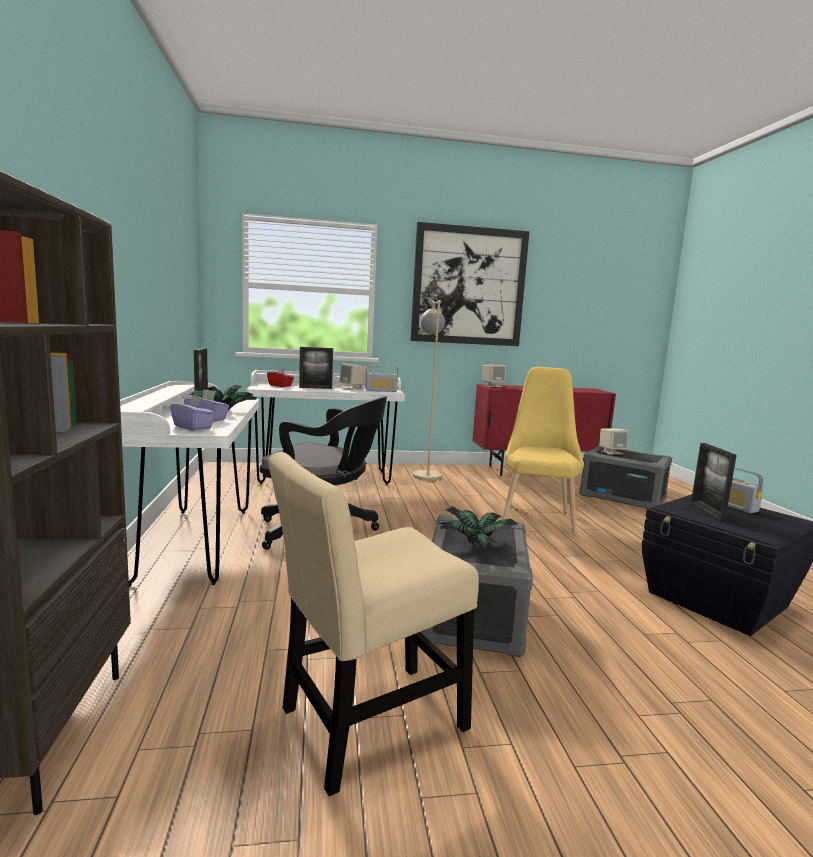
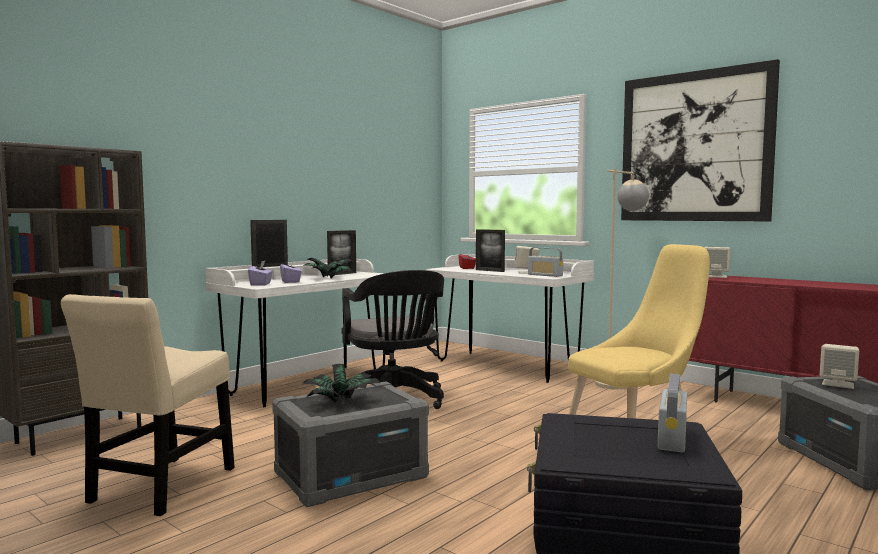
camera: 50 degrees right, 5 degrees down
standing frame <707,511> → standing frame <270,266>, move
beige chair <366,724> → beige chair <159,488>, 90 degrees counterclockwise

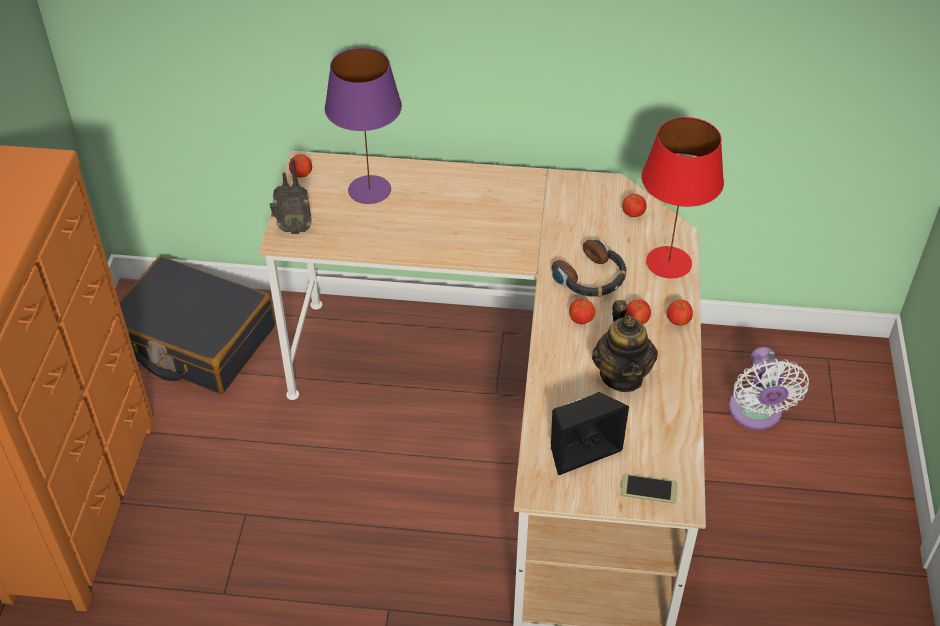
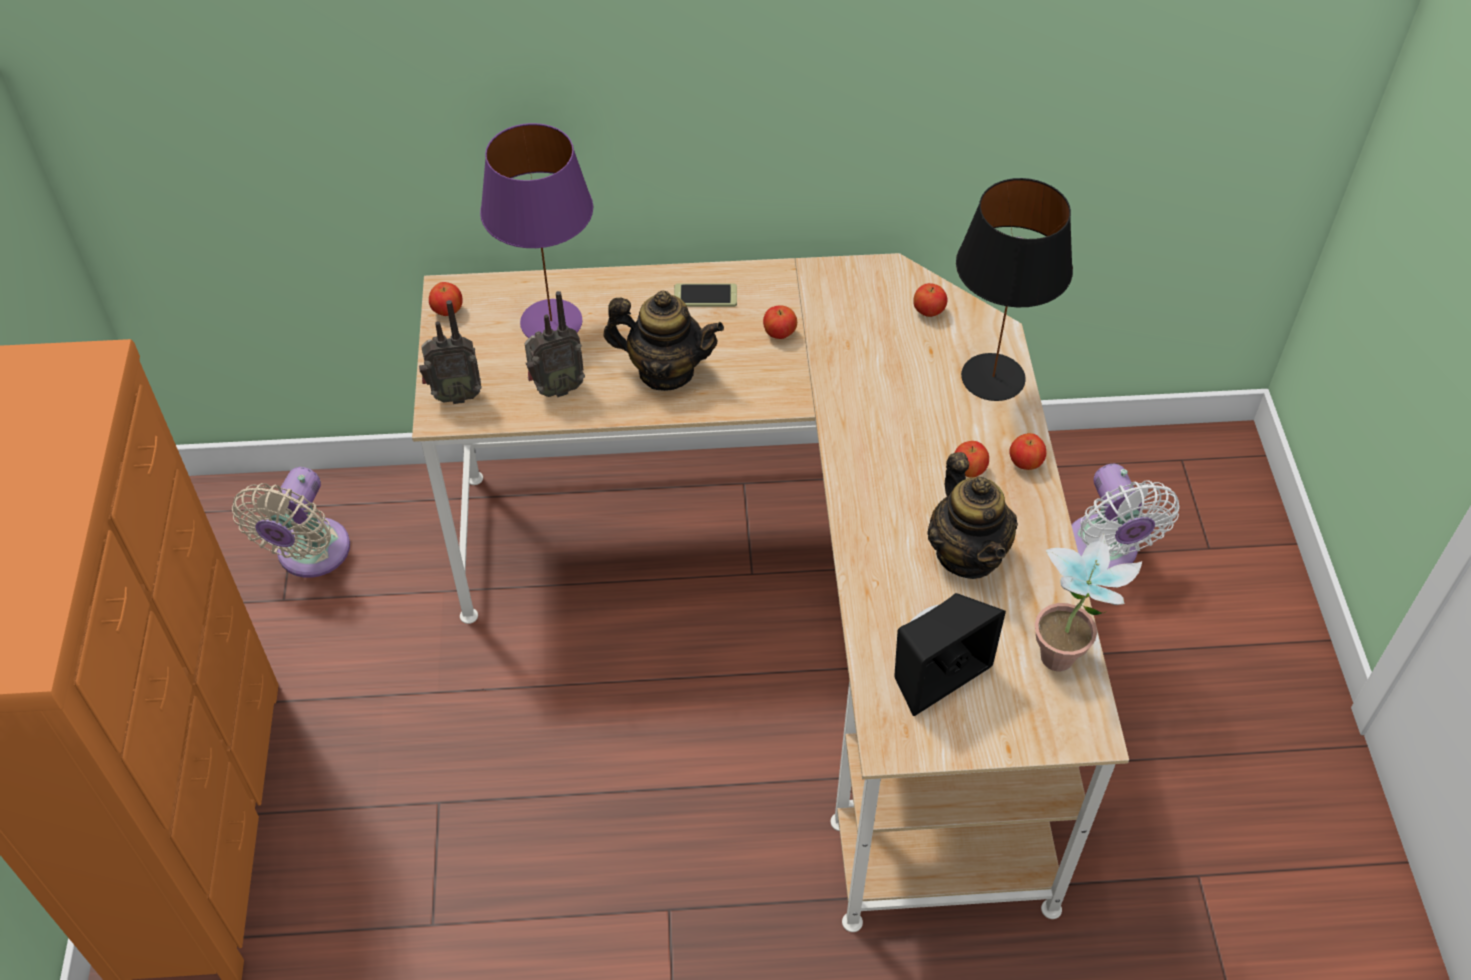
camera: 10 degrees left, 5 degrees up
pair of headphones <591,278> → -
- → radio <556,388>
- → teapot <665,371>
- → plant in a pot <1067,651>
apple fruit <581,320> → apple fruit <779,334>, move
handset <648,489> → handset <705,296>, move
blackish piece of luggage <193,340> → beige electric fan <310,555>
red-coloured table lamp <669,263> → blackish table lamp <993,378>

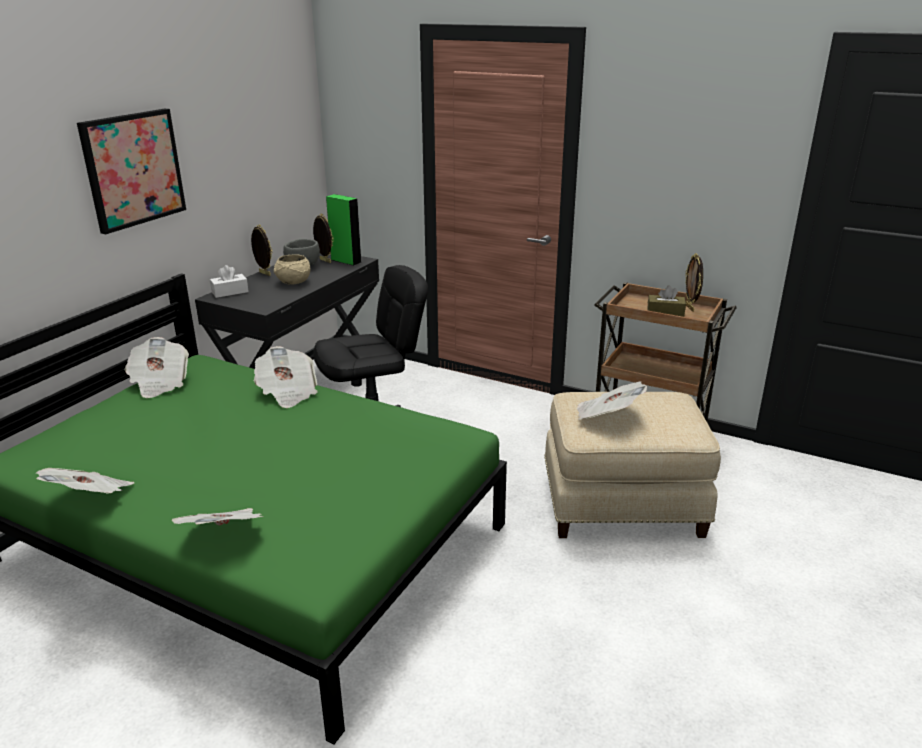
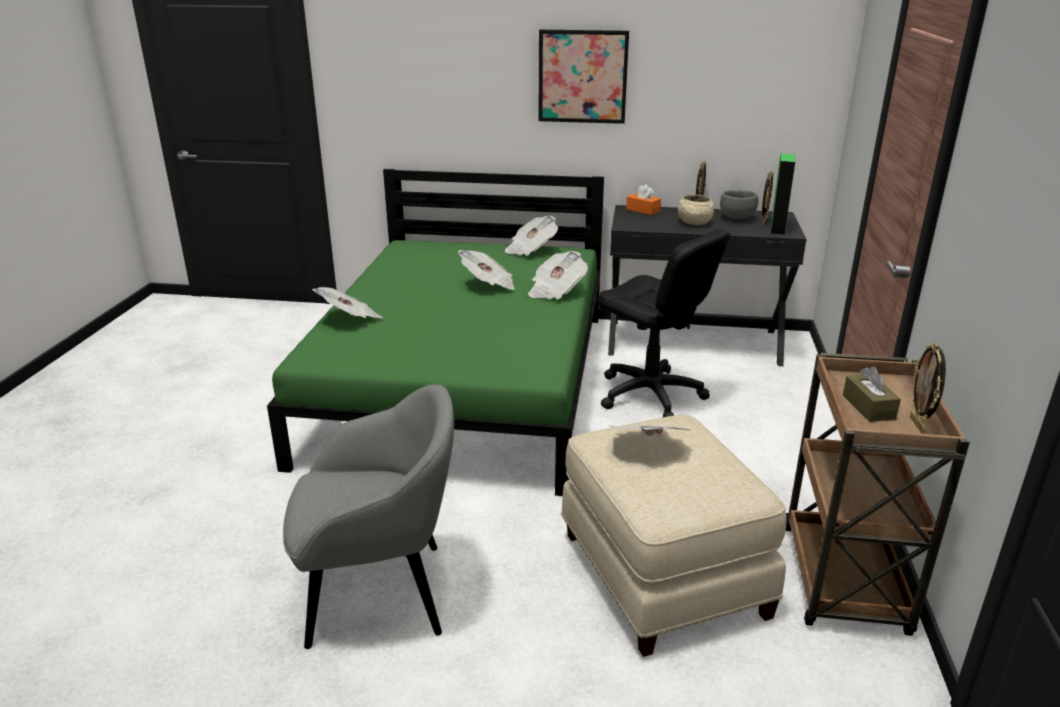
camera: 70 degrees right, 0 degrees up
- → gray armchair <381,593>
printed paper <91,498> → printed paper <488,284>, move
white-coloured tissue holder <230,292> → orange-coloured tissue holder <643,210>
standing frame <690,308> → standing frame <918,425>, 60 degrees counterclockwise

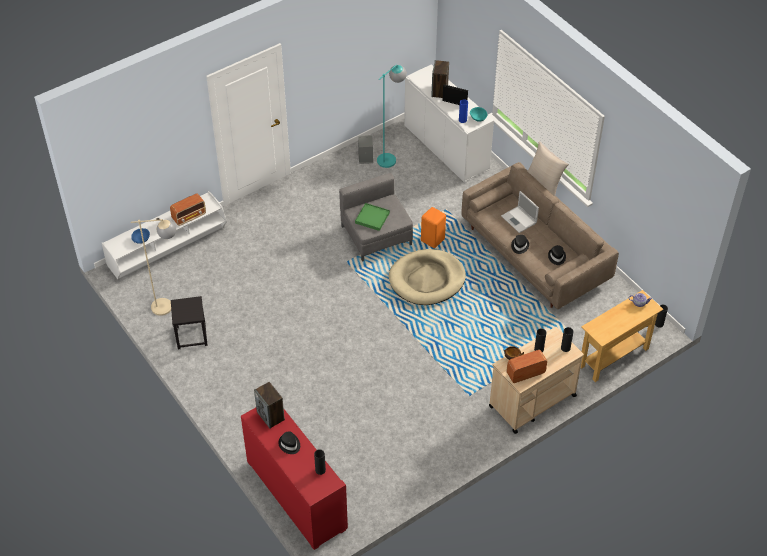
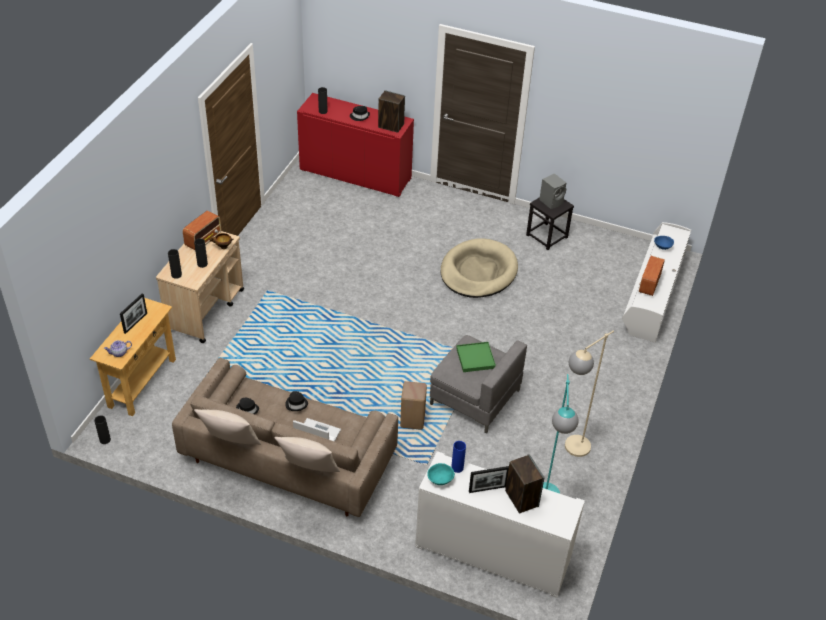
camera: 145 degrees right, 5 degrees down
- → standing frame <135,323>
- → beige throw pillow <230,444>
beige standard lamp <169,306> → beige standard lamp <571,451>, move
gray audio speaker <365,158> → gray audio speaker <551,201>, move
beige dog cushion <427,279> → beige dog cushion <478,272>, move
orange-coloured stool seat <433,240> → beige stool seat <411,421>

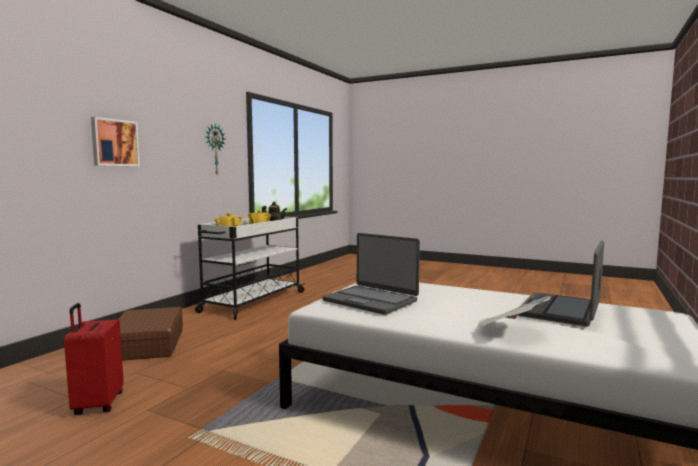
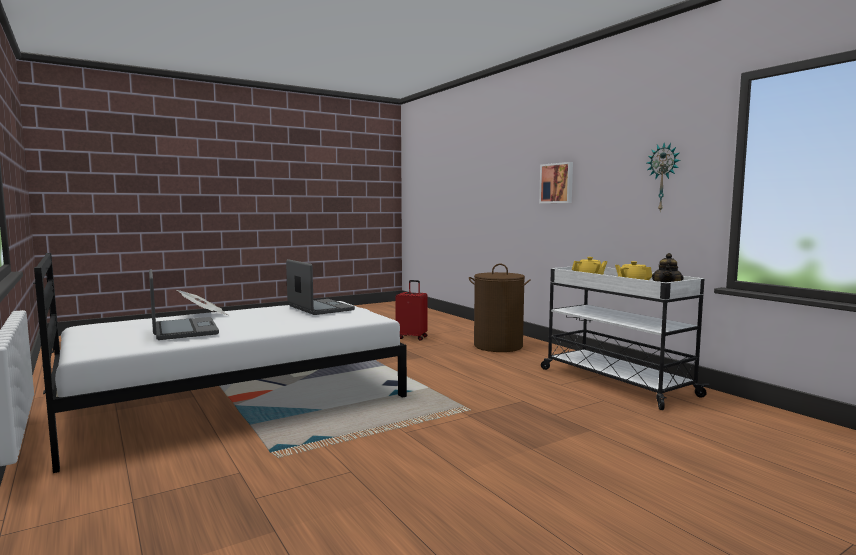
camera: 120 degrees right, 0 degrees up
brownish piece of luggage <147,345> → brownish hamper <498,346>
laptop <371,300> → laptop <319,308>, 75 degrees clockwise

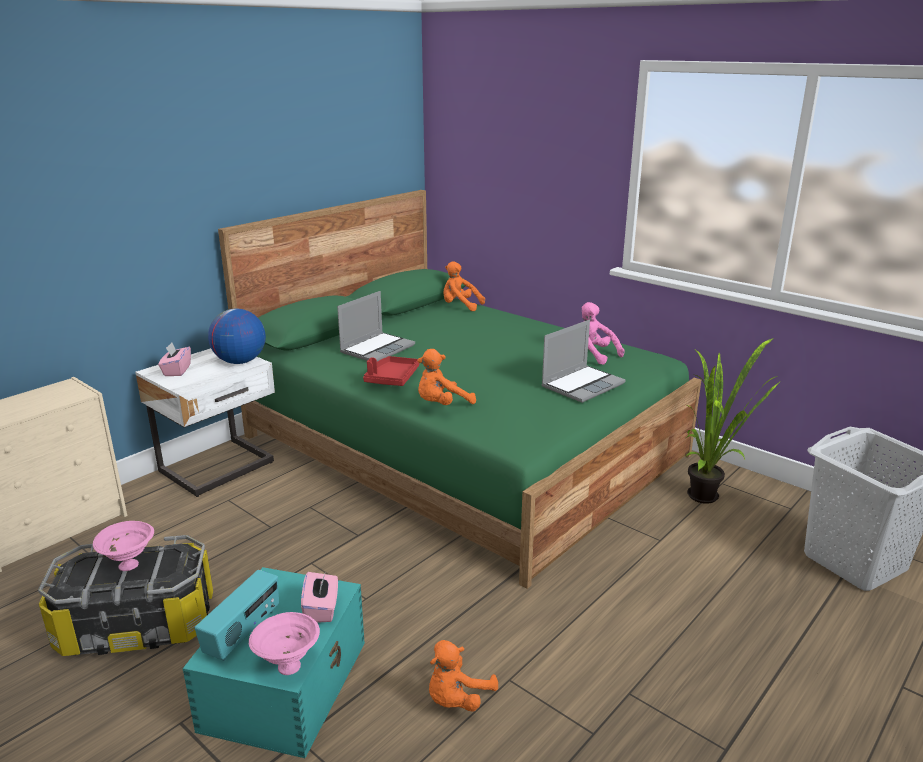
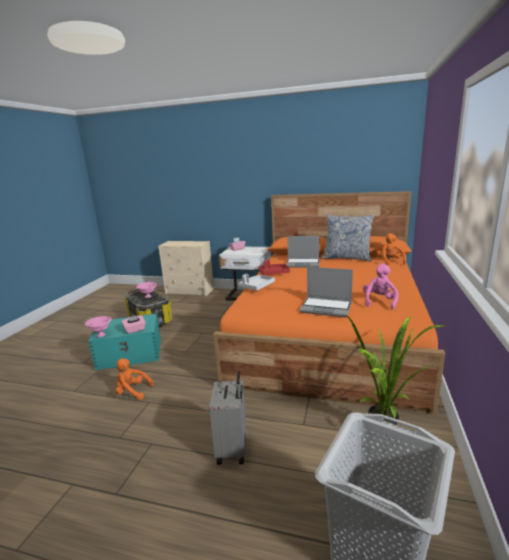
camera: 65 degrees right, 5 degrees down
radio <243,633> → -
world globe <239,362> → -
- → gray piece of luggage <233,449>
- → throw pillow <347,258>
orange-coloured soft toy <442,405> → gray serving tray <256,287>
green bedroom bed <462,445> → orange-coloured bedroom bed <330,333>

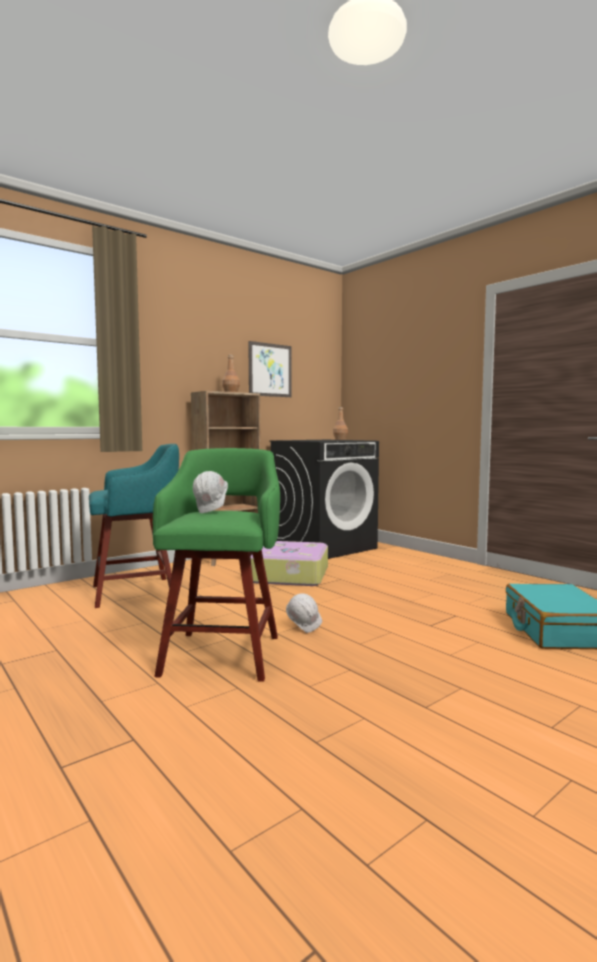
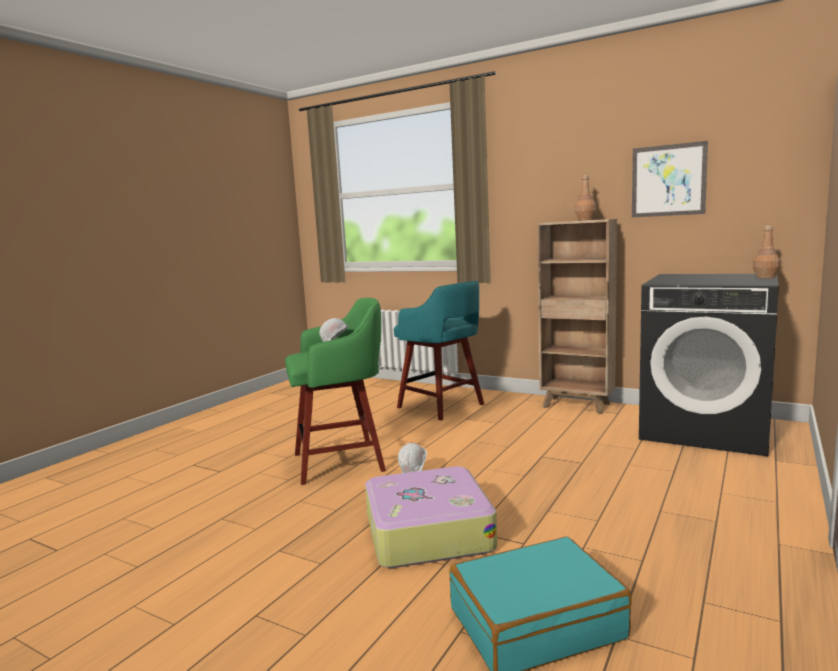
camera: 70 degrees right, 5 degrees up
piece of luggage <288,575> → piece of luggage <427,532>, move

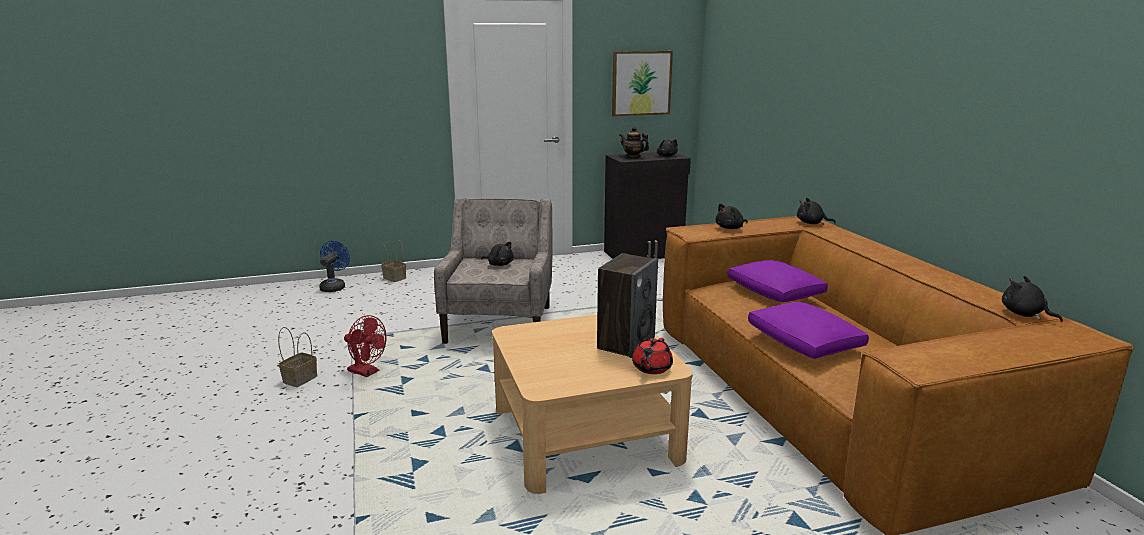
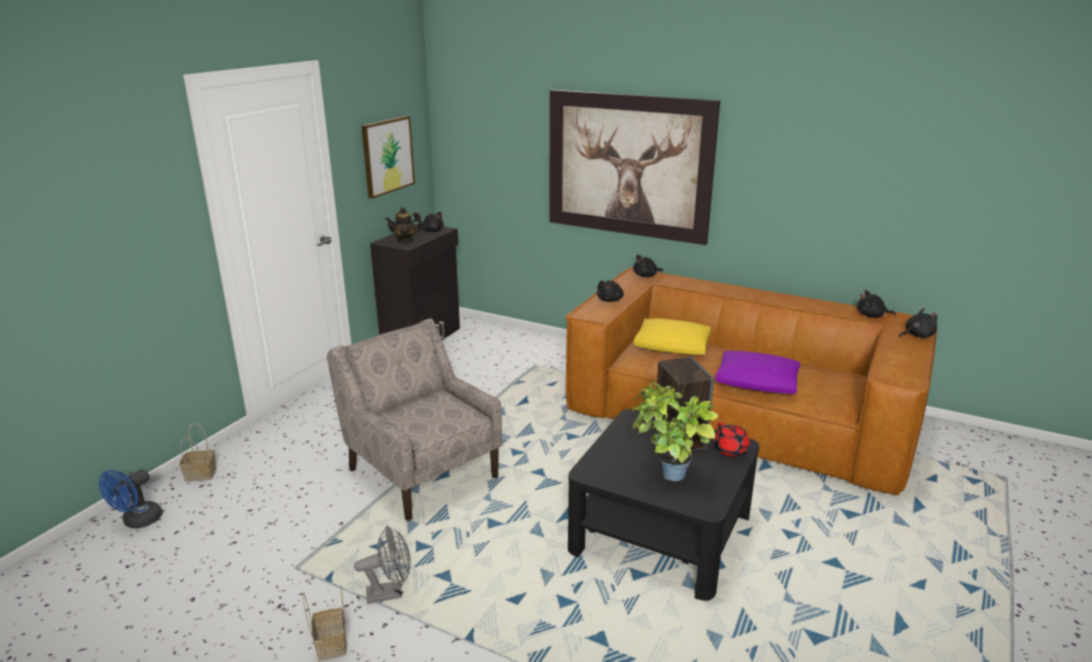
camera: 45 degrees left, 5 degrees up
- → picture <628,165>
- → plant in a pot <667,476>
blackish soft toy <499,264> → blackish soft toy <917,335>, move
red-coloured electric fan <367,372> → gray electric fan <390,593>
beige lounge table <586,435> → blackish lounge table <662,532>
purple-coloured throw pillow <775,293> → yellow throw pillow <673,347>
bluish electric fan <334,286> → bluish electric fan <138,522>, 120 degrees counterclockwise

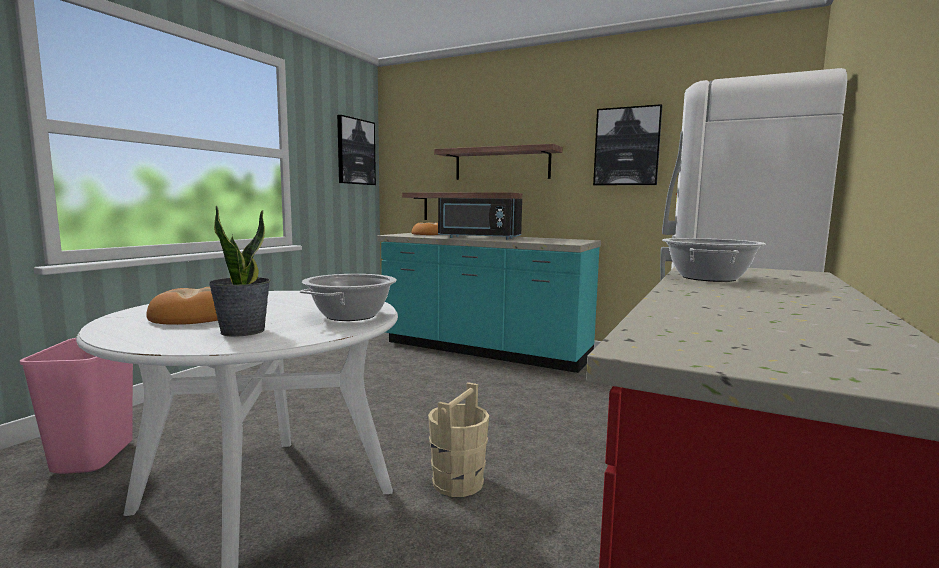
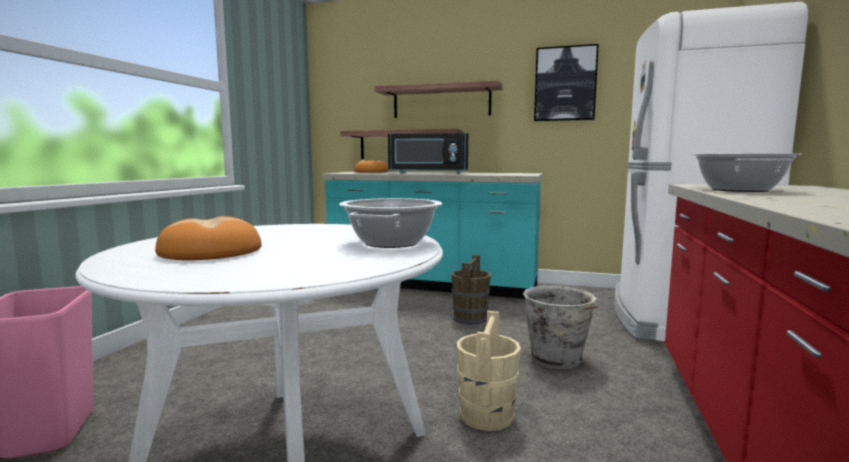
camera: 10 degrees left, 0 degrees up
plant in a pot <242,331> → -
picture <355,151> → -
- → brownish pail <470,318>
- → gray pail <557,360>

